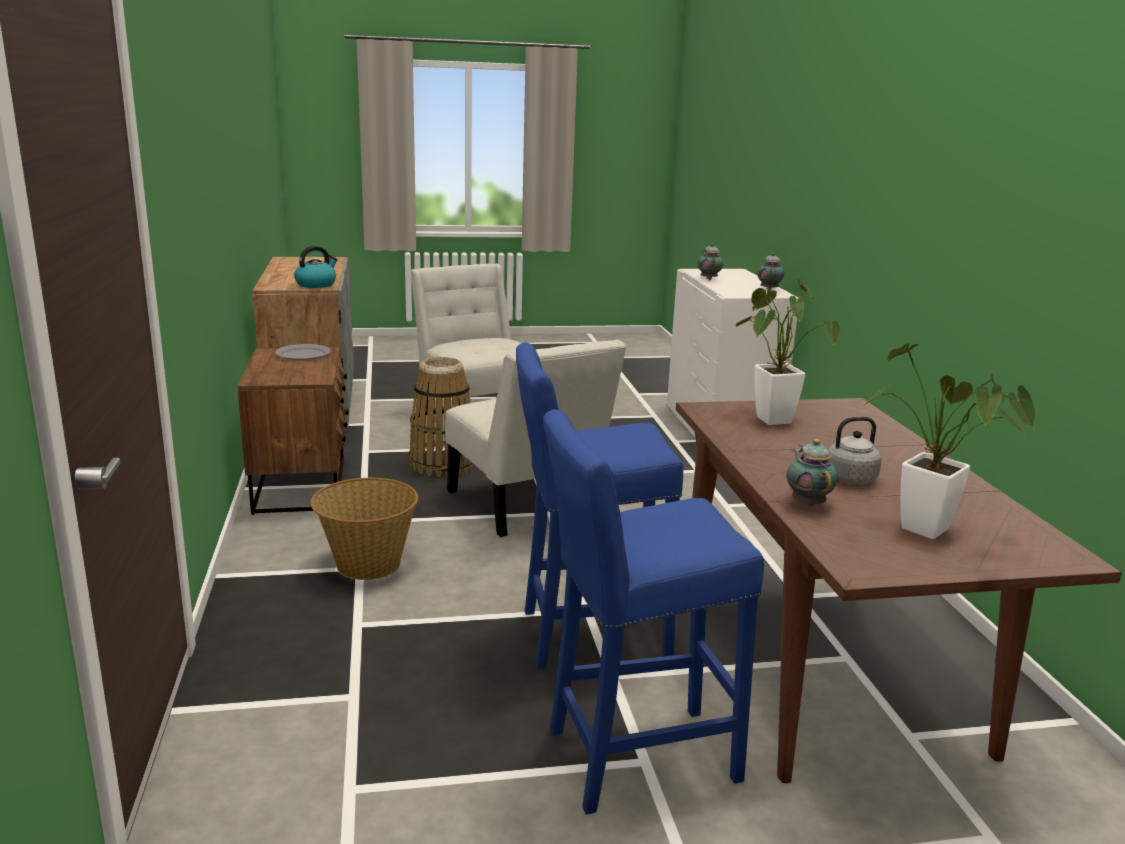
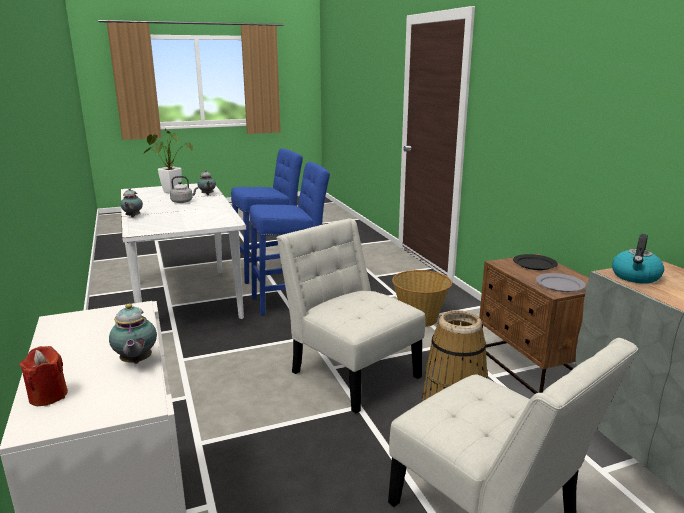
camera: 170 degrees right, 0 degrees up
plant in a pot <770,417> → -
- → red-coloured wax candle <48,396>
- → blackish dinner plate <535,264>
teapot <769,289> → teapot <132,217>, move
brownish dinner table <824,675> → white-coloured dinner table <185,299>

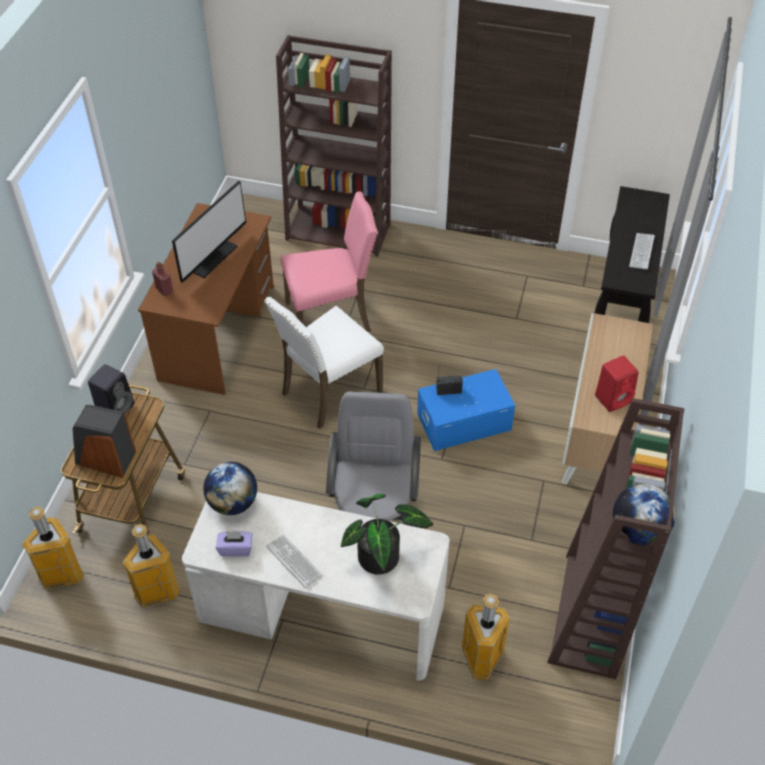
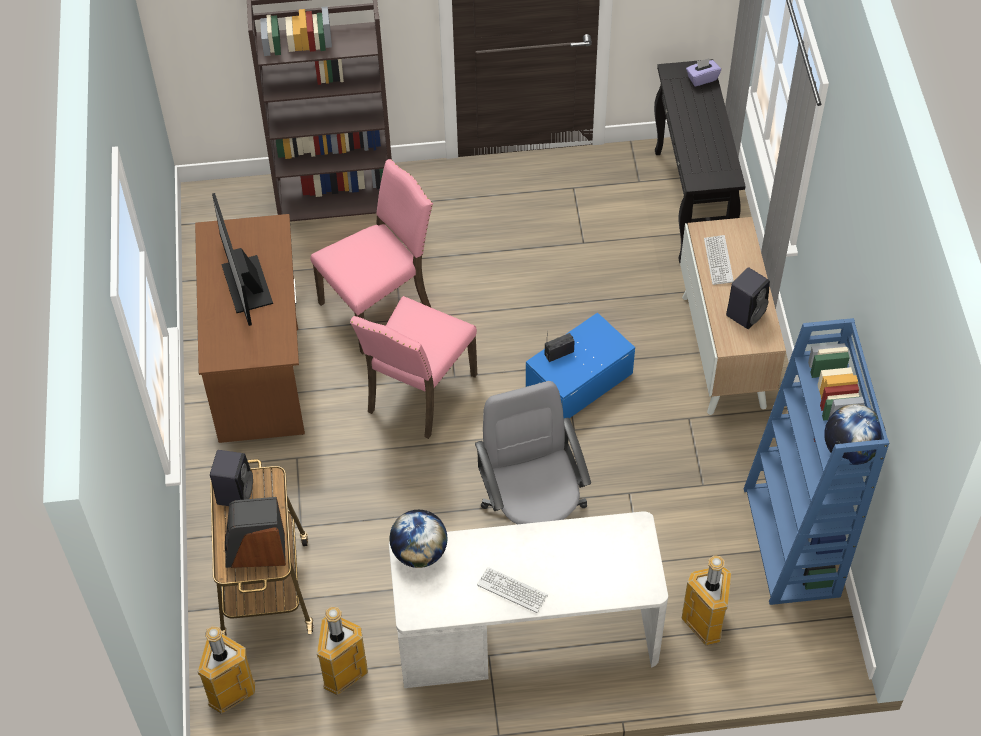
camera: 20 degrees left, 5 degrees up
red-coloured bottle <164,290> → -
plant in a pot <383,559> → -
purple-coloured tissue holder <235,549> → purple-coloured tissue holder <702,78>, move
computer keyboard <641,252> → computer keyboard <718,261>, move
white-coloured chair <328,392> → pinkish chair <418,394>
brownish shelving unit <591,616> → bluish shelving unit <792,543>
red-coloured audio speaker <614,398> → blackish audio speaker <746,312>
monitor <209,256> → monitor <245,284>, 150 degrees clockwise

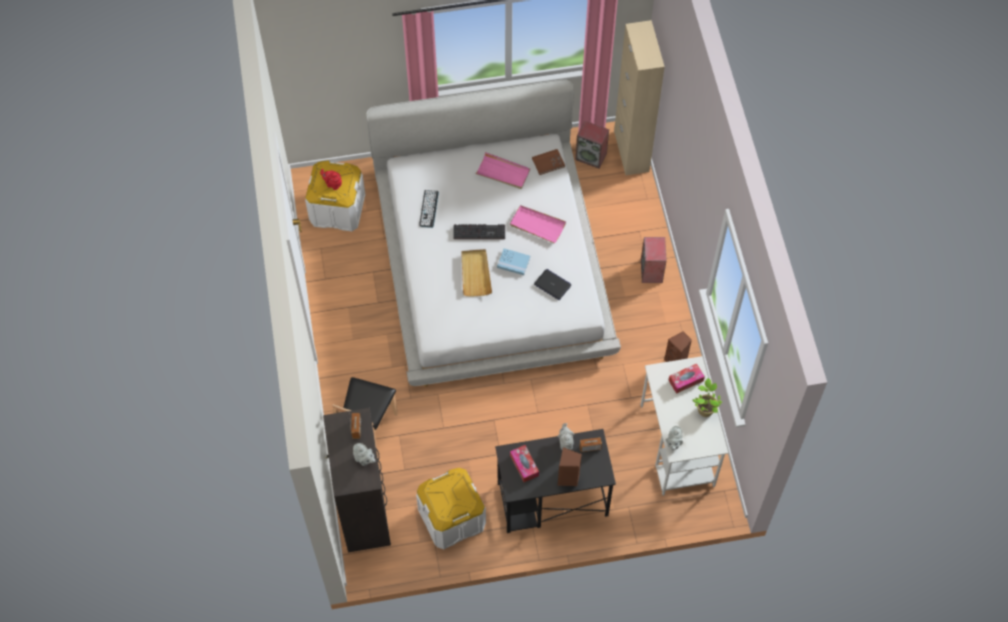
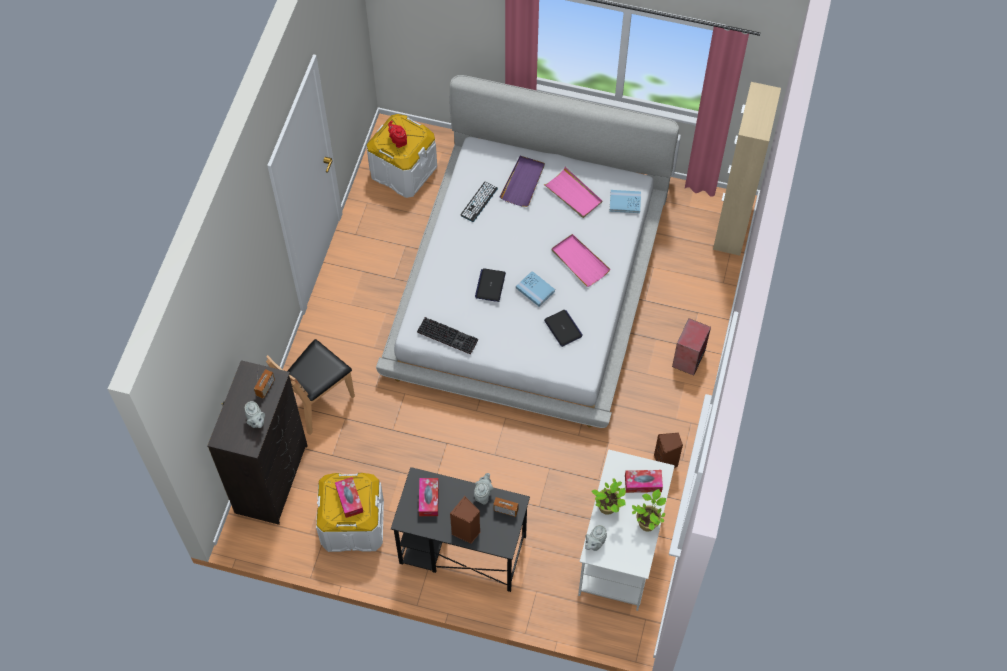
camera: 25 degrees right, 0 degrees up
audio speaker <591,156> → -
- → tissue holder <349,499>
- → purple-coloured serving tray <523,182>
- → plant in a pot <608,507>
computer keyboard <480,231> → computer keyboard <449,335>, move
beige serving tray <475,273> → laptop <490,285>
brownish book <548,163> → bluish book <625,202>

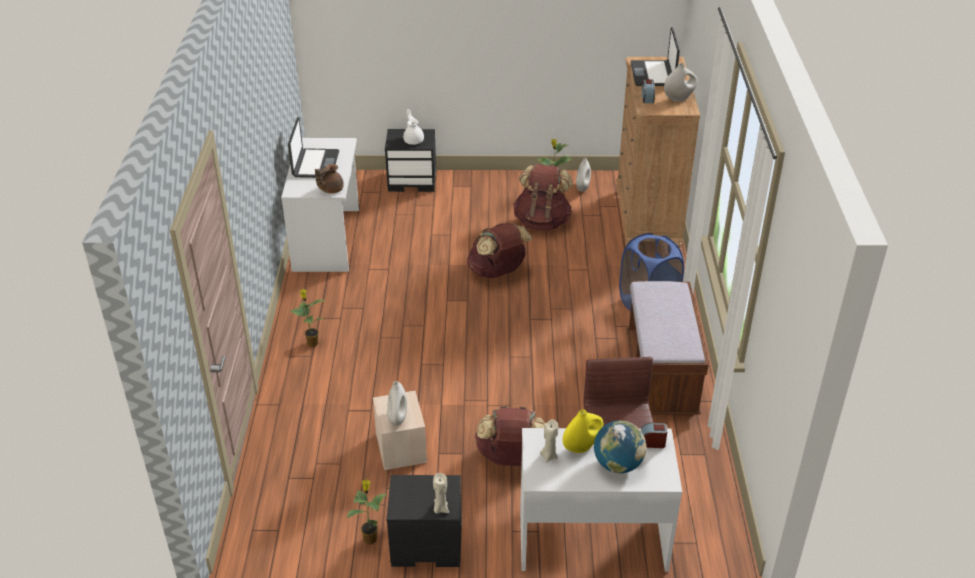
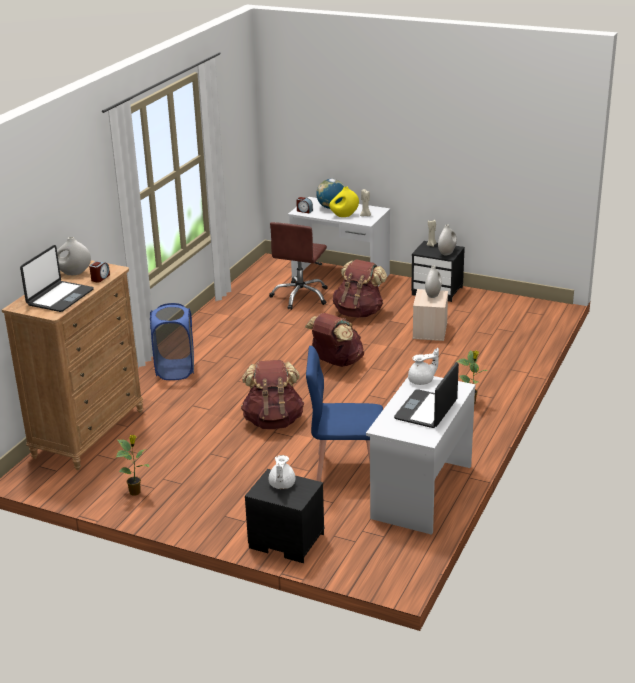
camera: 155 degrees left, 10 degrees down
plant in a pot <370,538> → -
brownish bench <661,376> → -
- → bluish chair <346,469>
brownish rucksack <542,222> → brownish rucksack <336,362>, move
white-coloured decorative vase <582,187> → white-coloured decorative vase <447,253>, move
brownish teapot <330,189> → white-coloured teapot <422,381>

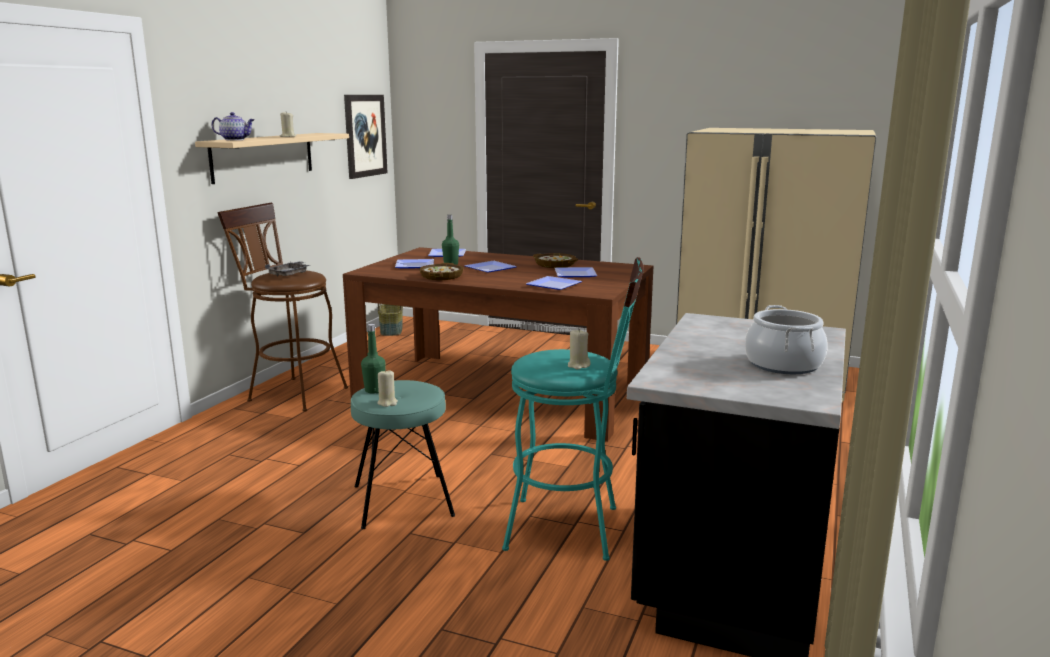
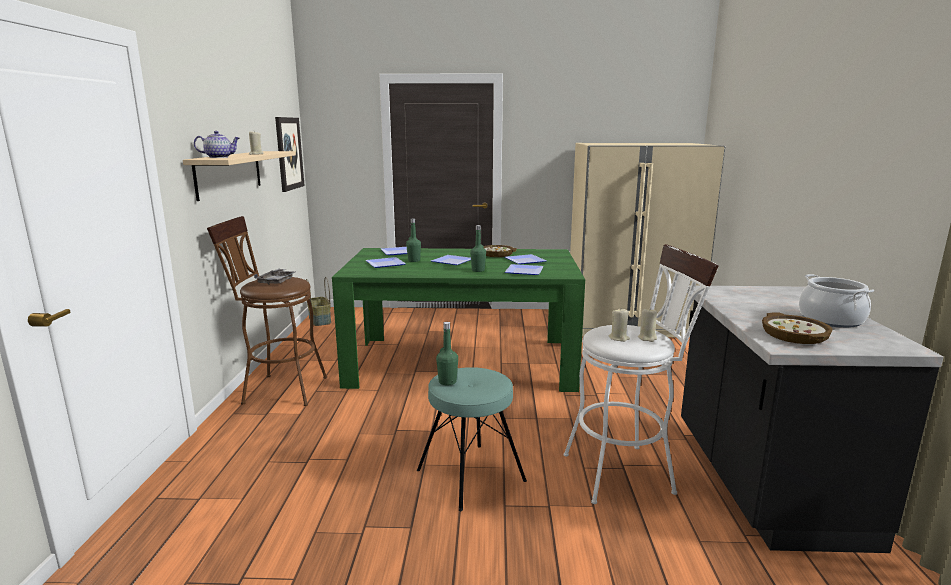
camera: 20 degrees left, 0 degrees up
- → green bottle <478,270>
beige wax candle <387,403> → beige wax candle <619,338>, move
deep dish <442,276> → deep dish <795,335>, move
brownish dinner table <502,393> → green dinner table <462,363>
blue-green stool seat <574,528> → white-coloured stool seat <626,472>

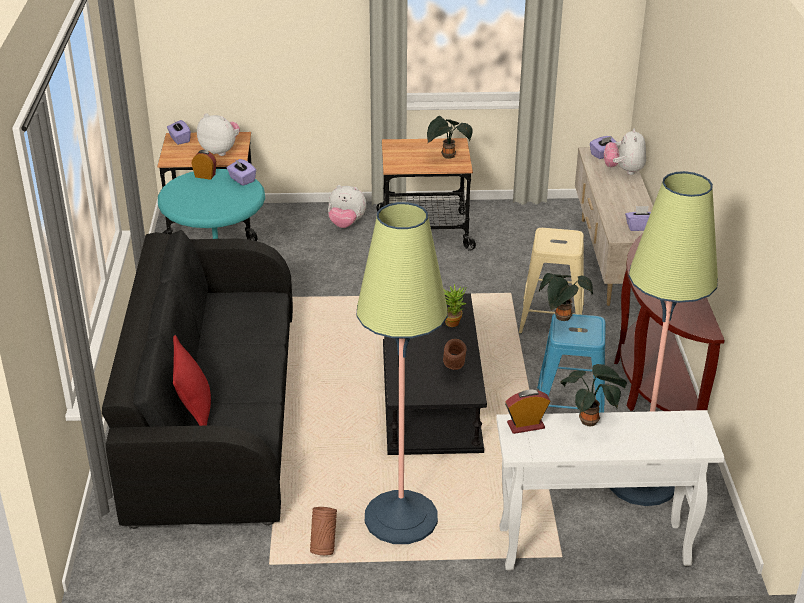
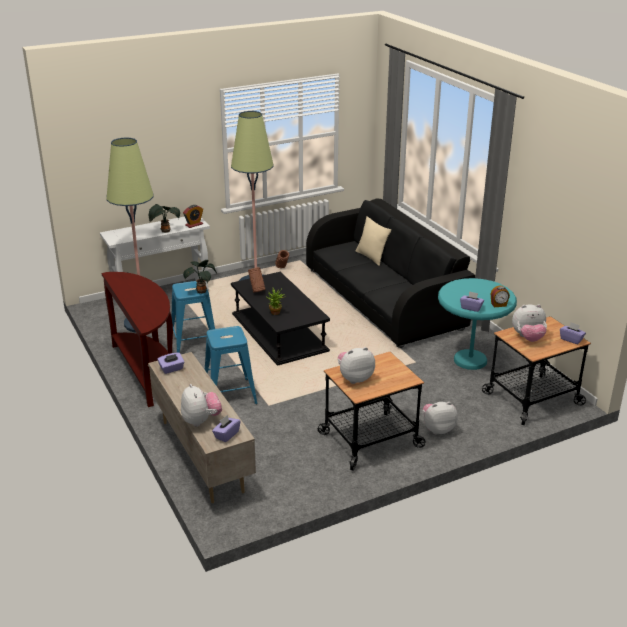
camera: 155 degrees right, 5 degrees down
plant in a pot <447,157> → soft toy <355,378>
red-coloured throw pillow <195,412> → beige throw pillow <371,257>
beige stool seat <551,319> → bluish stool seat <230,394>

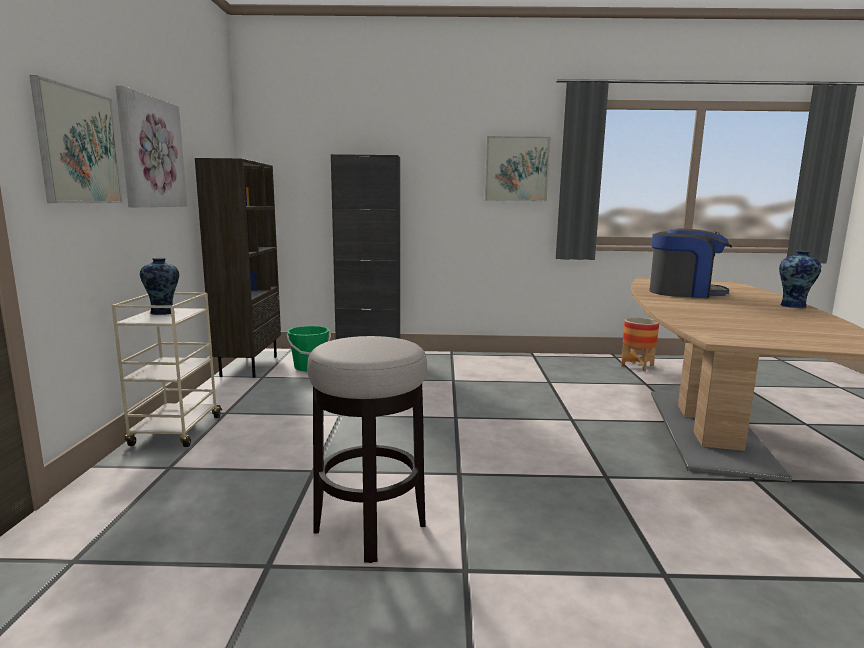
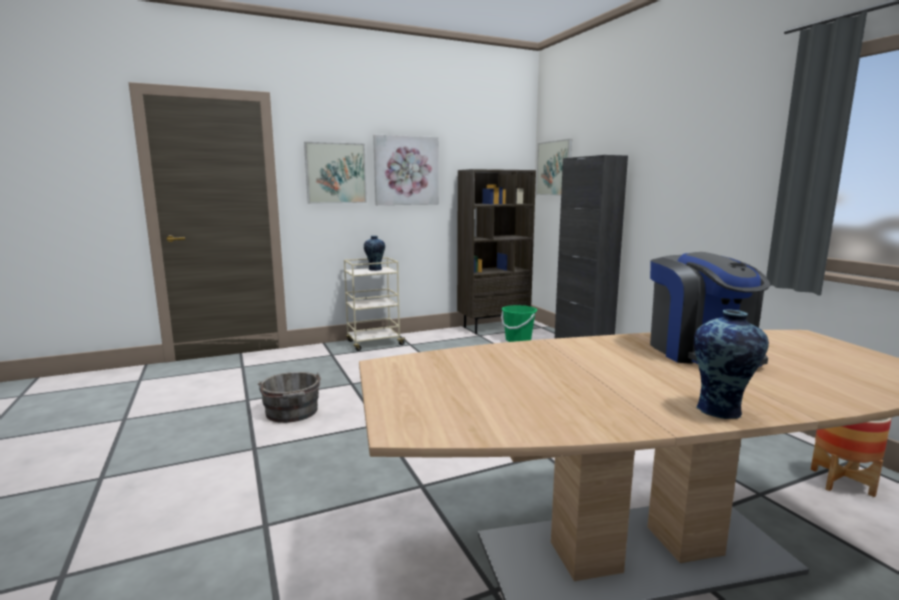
camera: 65 degrees right, 0 degrees up
picture <516,169> → picture <554,168>, move
stool seat <369,527> → gray pail <292,413>

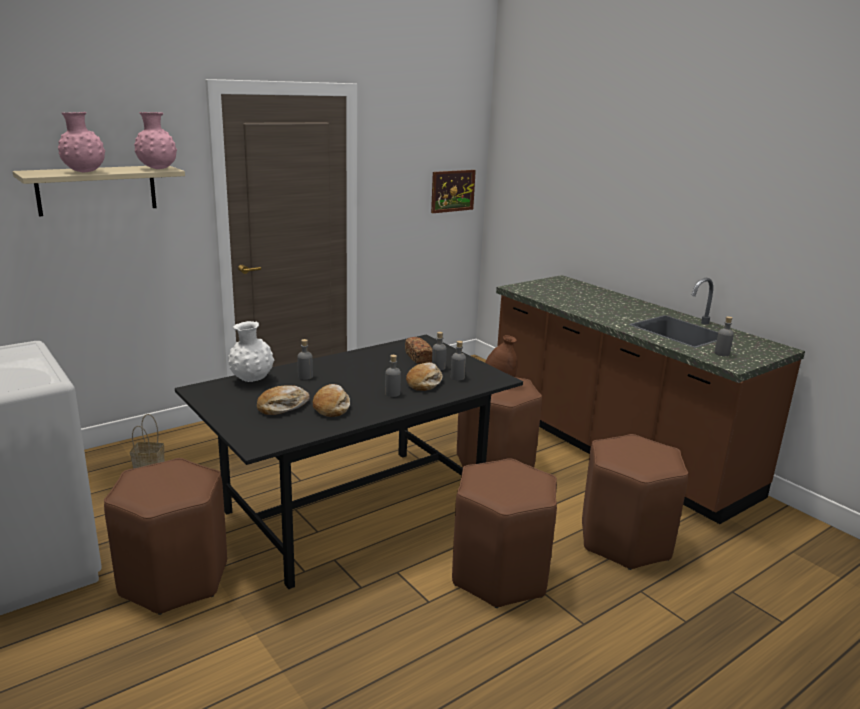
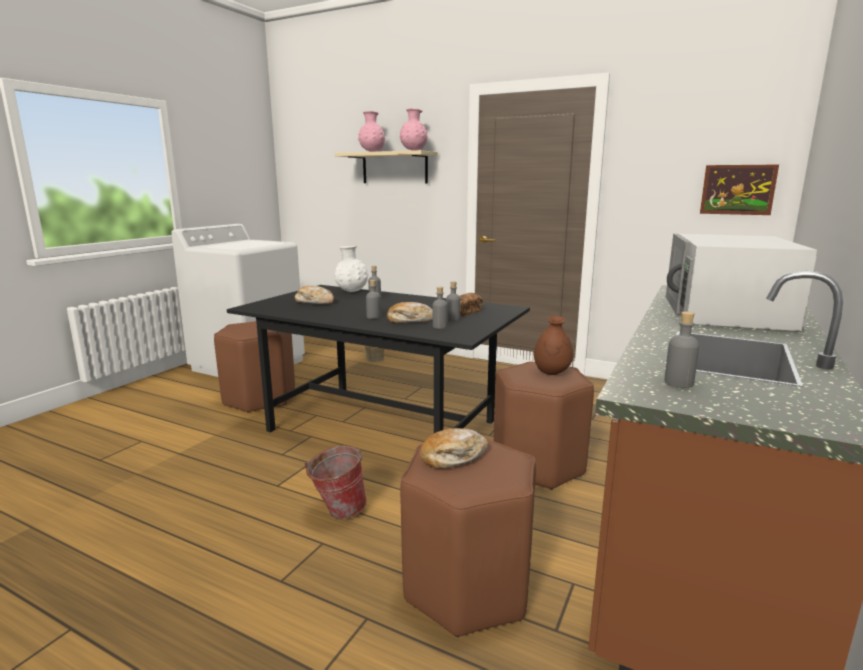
camera: 65 degrees right, 5 degrees down
- → white-coloured kitchen microwave <725,312>
bread <331,407> → bread <453,457>, move
brownish stool seat <500,574> → pail <337,511>

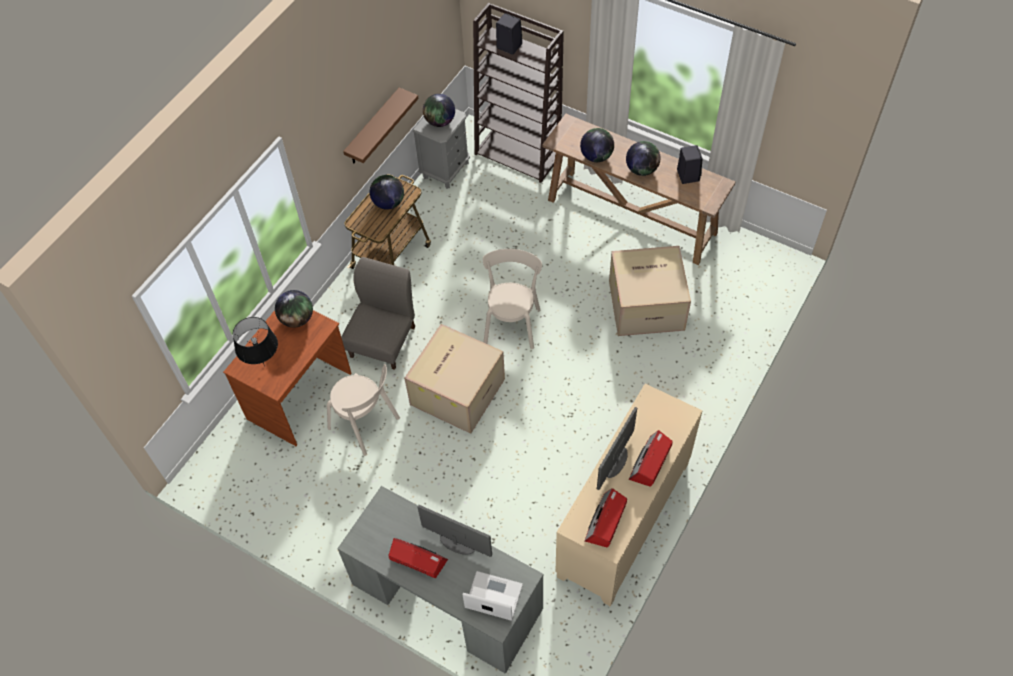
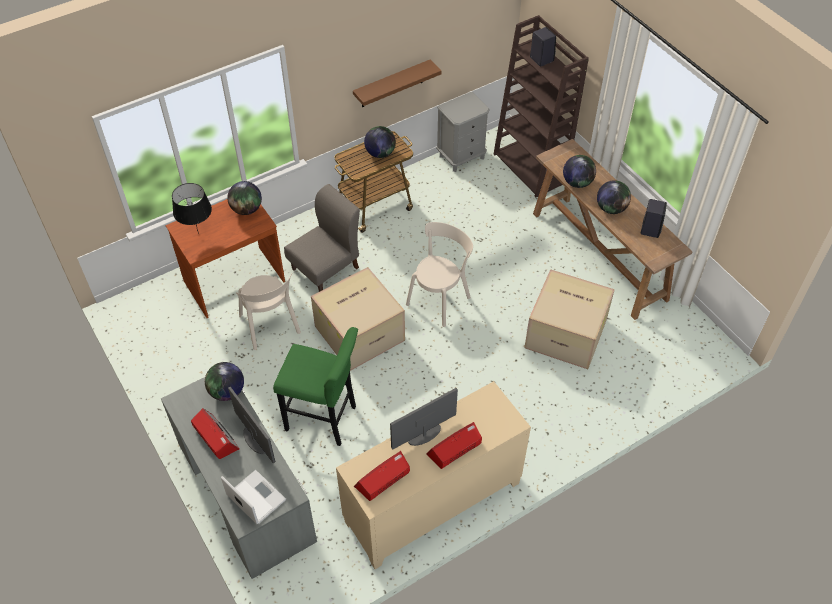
camera: 25 degrees right, 5 degrees down
- → green stool seat <324,420>
world globe <440,121> → world globe <227,391>, move

